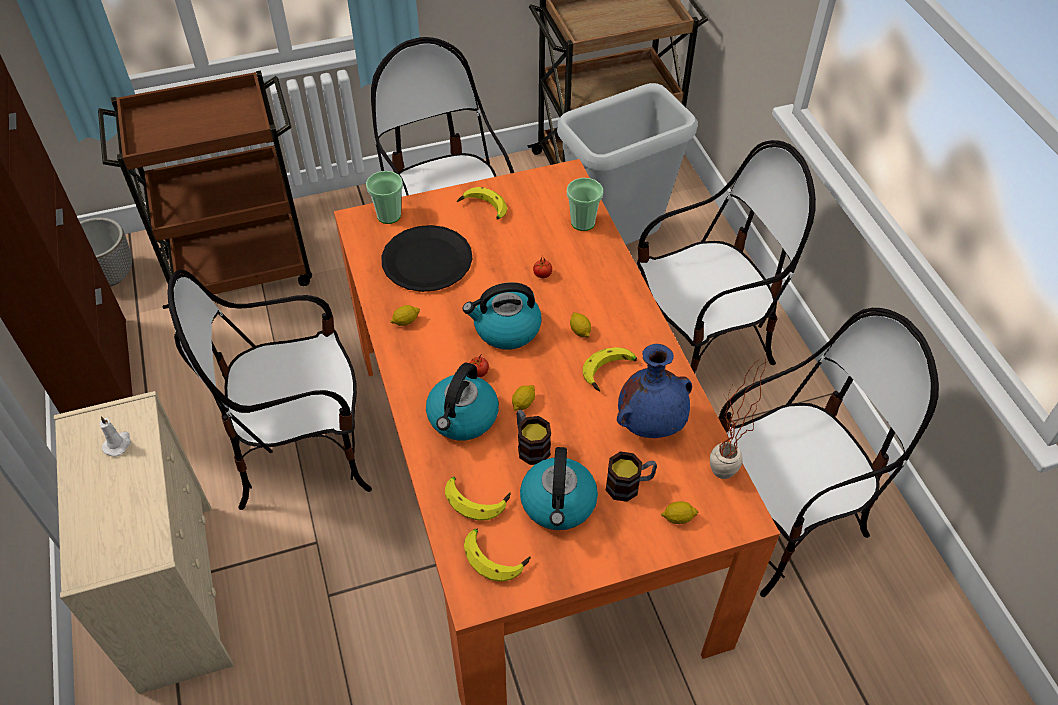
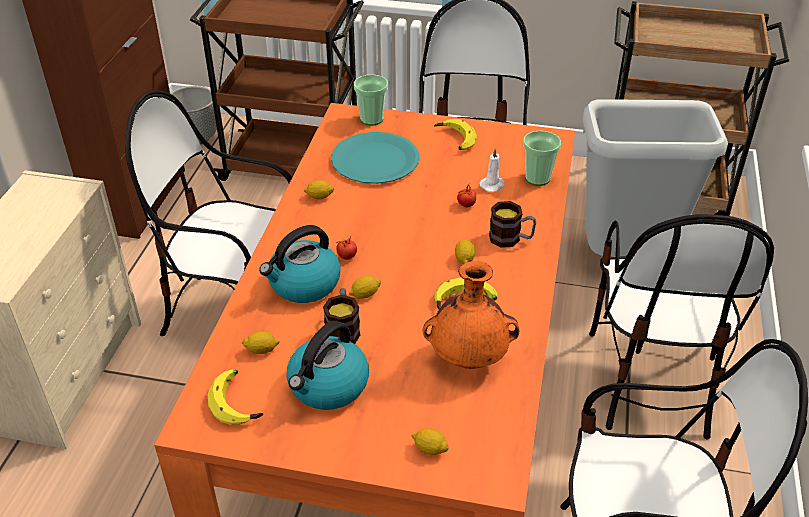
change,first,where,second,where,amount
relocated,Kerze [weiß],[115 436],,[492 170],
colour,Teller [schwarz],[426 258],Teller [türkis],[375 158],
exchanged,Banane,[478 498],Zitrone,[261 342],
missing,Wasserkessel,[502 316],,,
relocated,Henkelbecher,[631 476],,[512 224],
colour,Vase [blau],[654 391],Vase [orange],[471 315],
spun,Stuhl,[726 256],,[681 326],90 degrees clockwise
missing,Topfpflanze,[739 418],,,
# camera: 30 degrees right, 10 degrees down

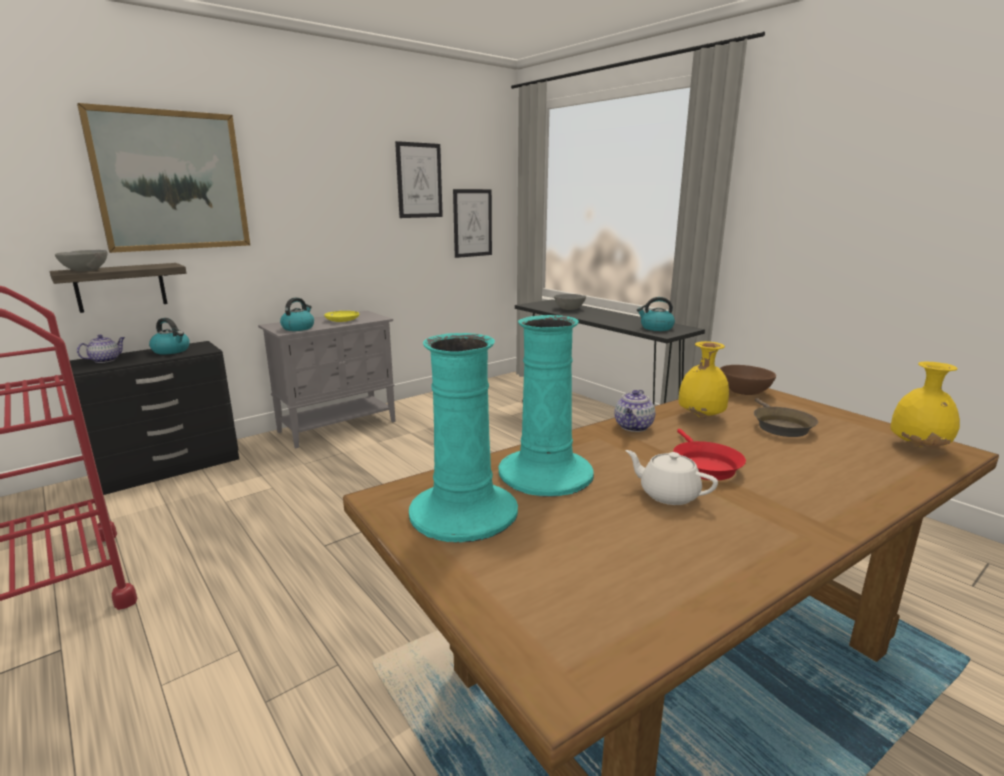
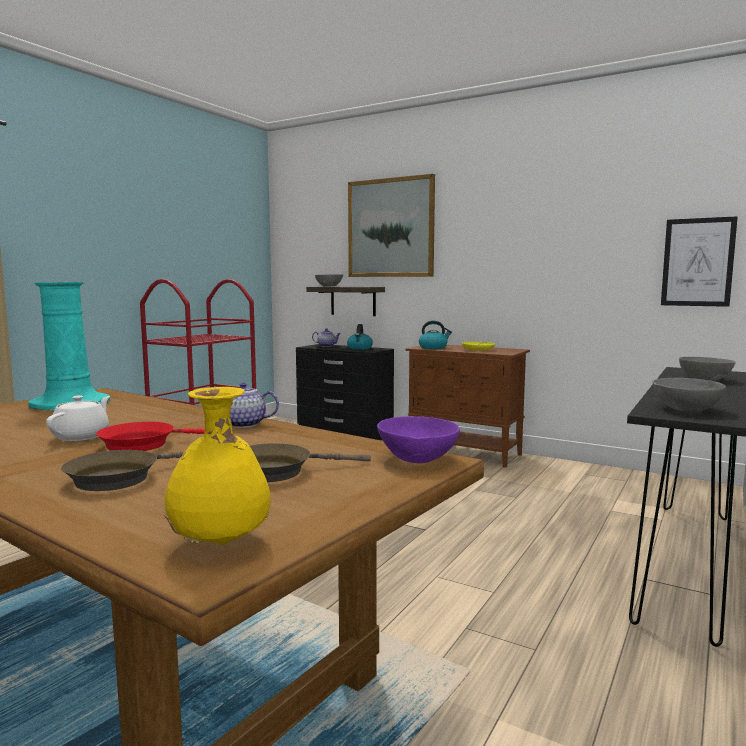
change,first,where,second,where,amount
colour,Schrank [grau],[327 379],Schrank [braun],[467 406],
missing,Bild,[419 179],,,
missing,Vase [türkis],[546 406],,,
exchanged,Wasserkessel,[656 314],Schüssel [grau],[689 395],
missing,Vase [gelb],[703 379],,,
colour,Schüssel [braun],[748 380],Schüssel [lila],[418 439],
appeared,,,Pfanne [braun],[122 470],
# camera: 70 degrees right, 10 degrees down

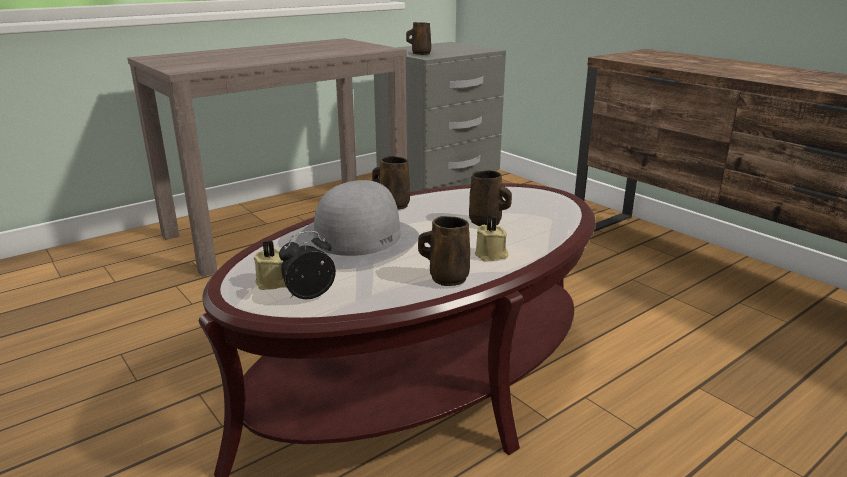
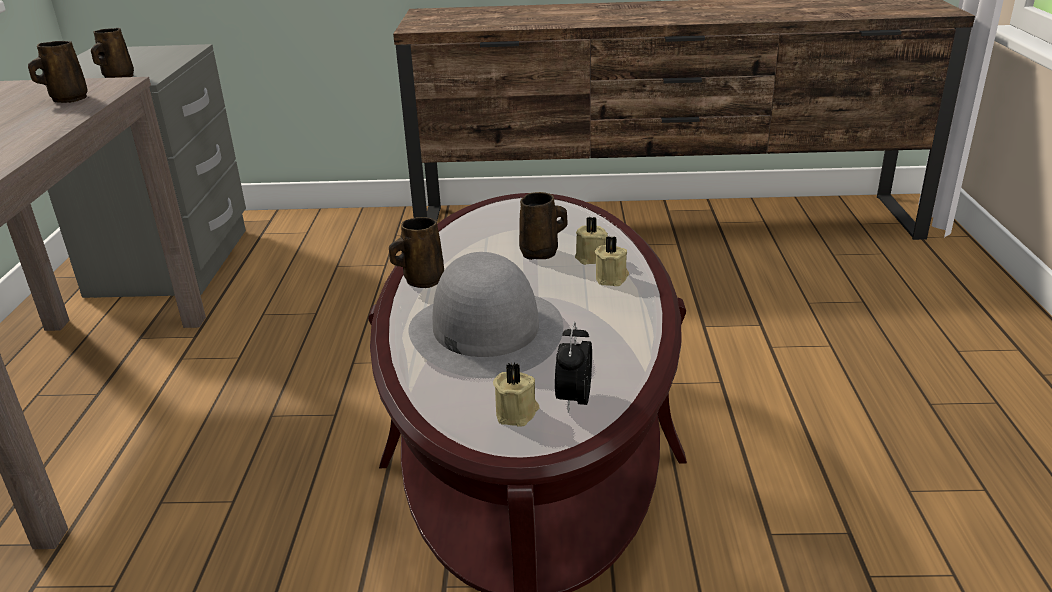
change,first,where,second,where,amount
relocated,Henkelbecher [braun],[444 251],,[57 72],
appeared,,,Kerze [beige],[591 241],
# camera: 50 degrees left, 5 degrees up

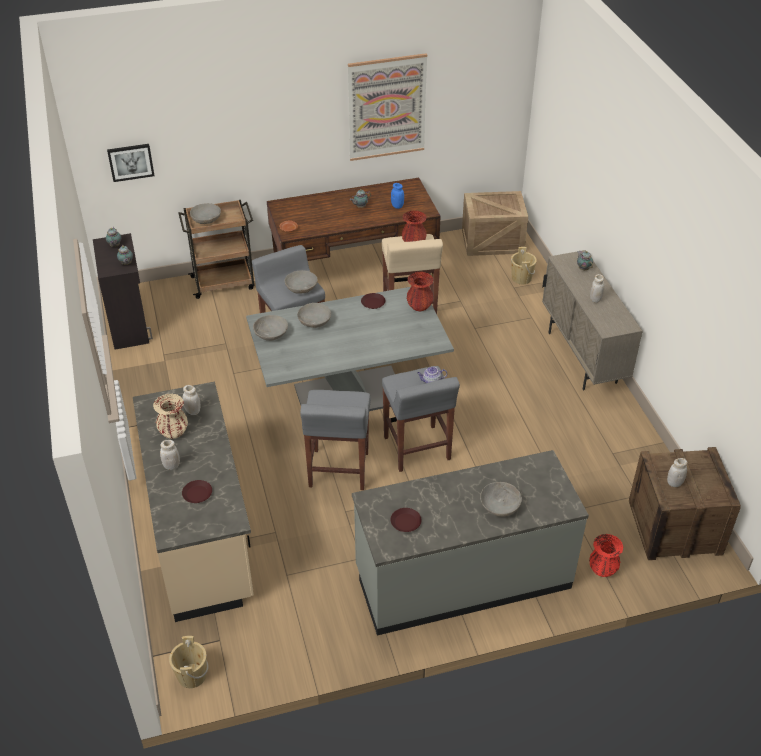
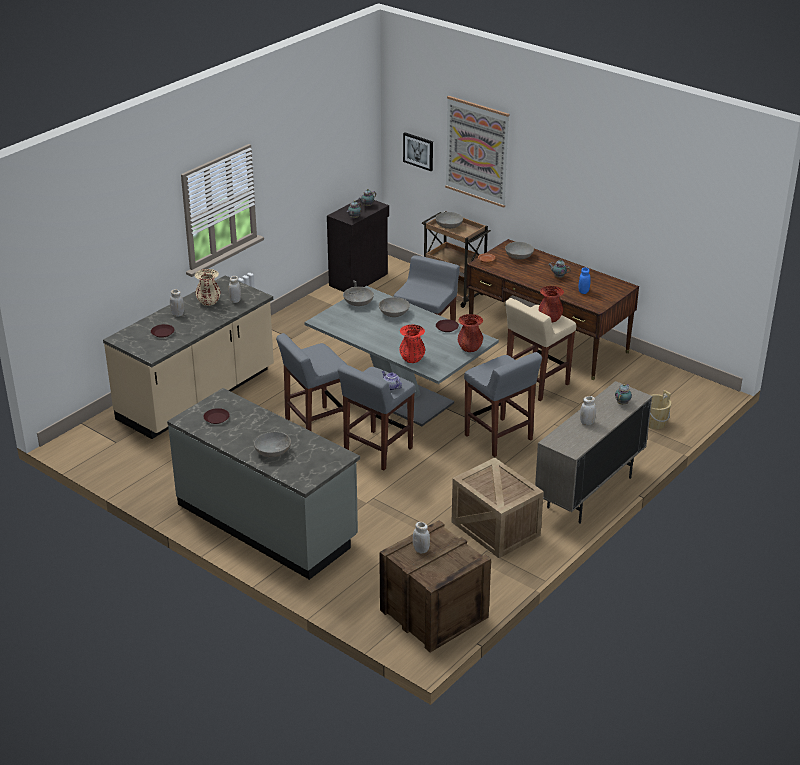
change,first,where,second,where,amount
missing,Eimer [beige],[189 662],,,
relocated,Schüssel [grau],[301 282],,[519 250],
relocated,Bild,[387 107],,[477 152],
relocated,Kiste,[495 223],,[498 507],
relocated,Vase [rot],[606 555],,[412 344],
appeared,,,Hocker [grau],[503 404],
# camera: 55 degrees right, 10 degrees down

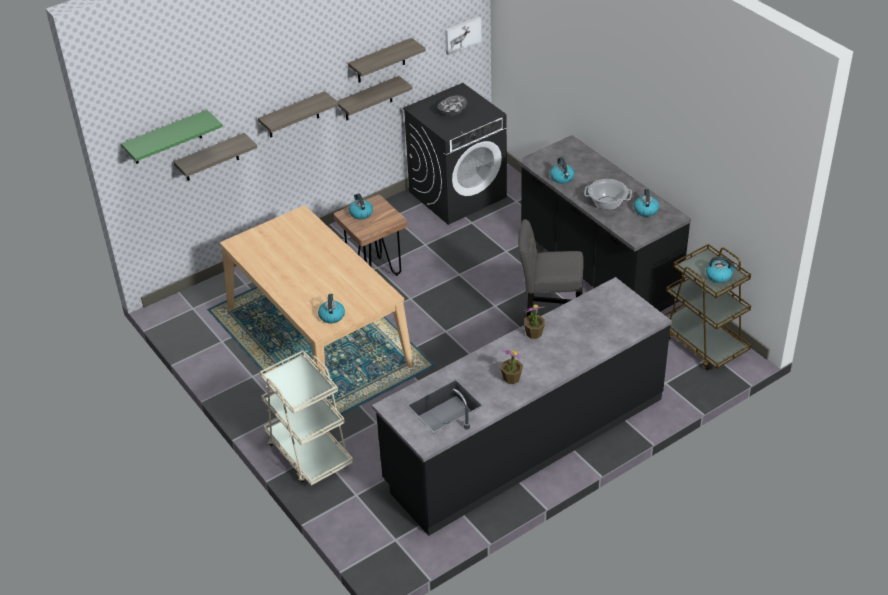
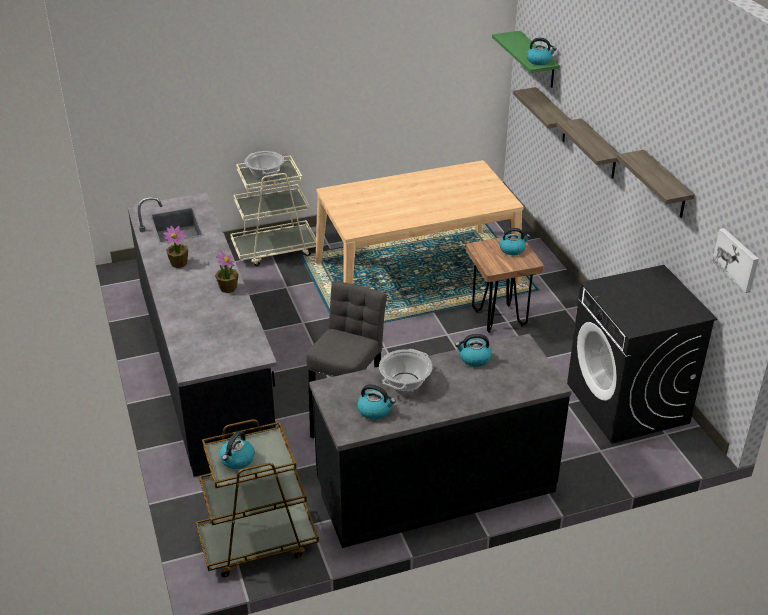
change,first,where,second,where,amount
relocated,Wasserkessel,[331 308],,[542 51],
missing,Wandregal,[375 98],,,
missing,Schüssel,[452 105],,,
appeared,,,Kochtopf,[264 165],
# camera: 105 degrees right, 5 degrees down

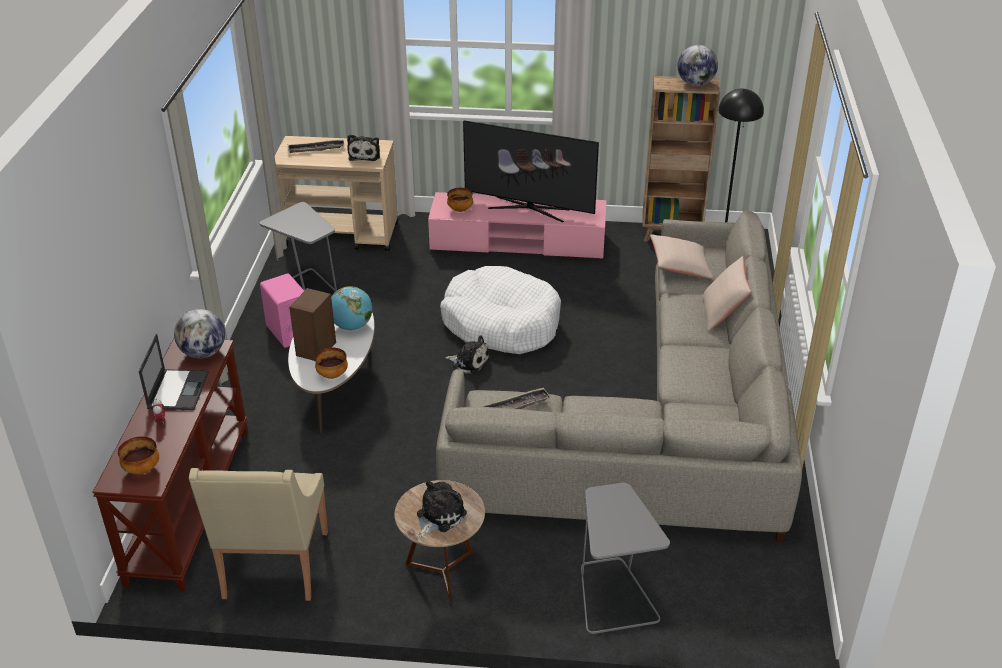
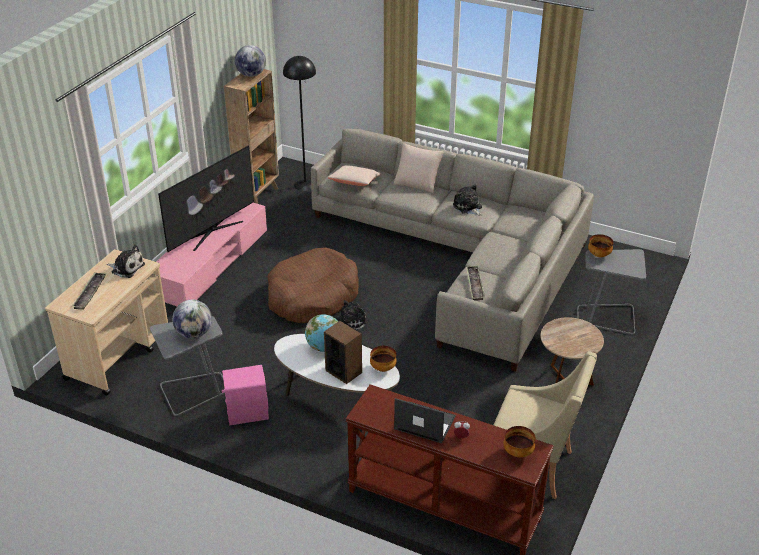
change,first,where,second,where,amount
relocated,Globus,[199 333],,[192 319],
relocated,Plüschtier,[442 508],,[467 200],
colour,Hundebett [weiß],[500 310],Hundebett [braun],[313 285],
relocated,Schüssel,[460 200],,[600 245],
# camera: 70 degrees left, 0 degrees up

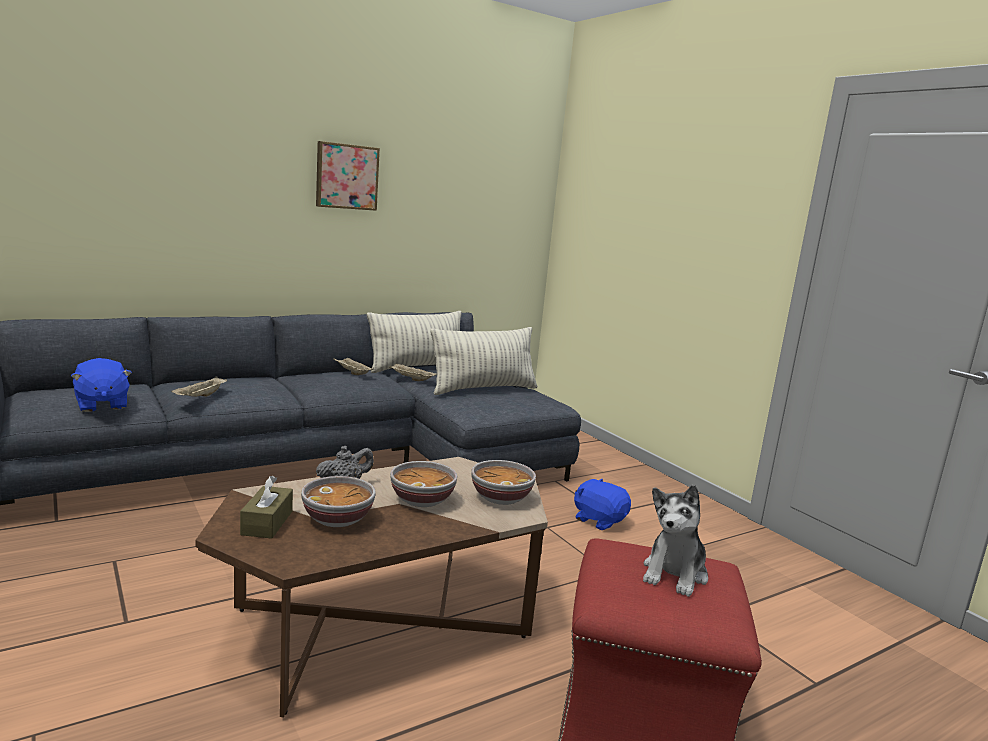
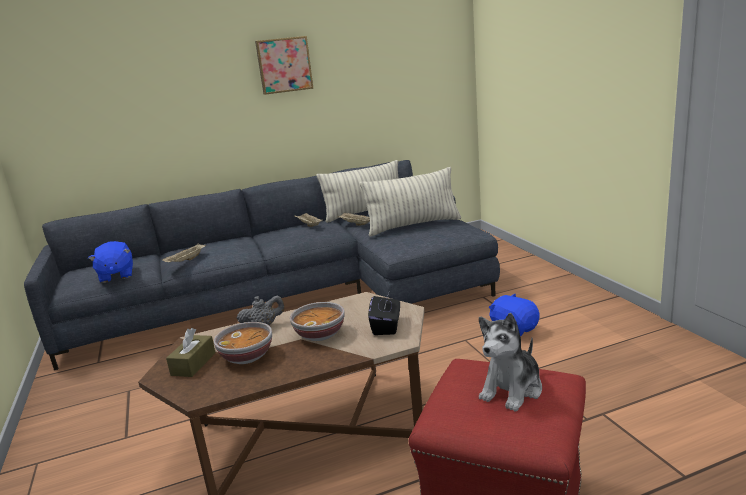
change,first,where,second,where,amount
exchanged,Schüssel,[503 482],Taschentuchbox [schwarz],[384 314],
# camera: 15 degrees right, 5 degrees up

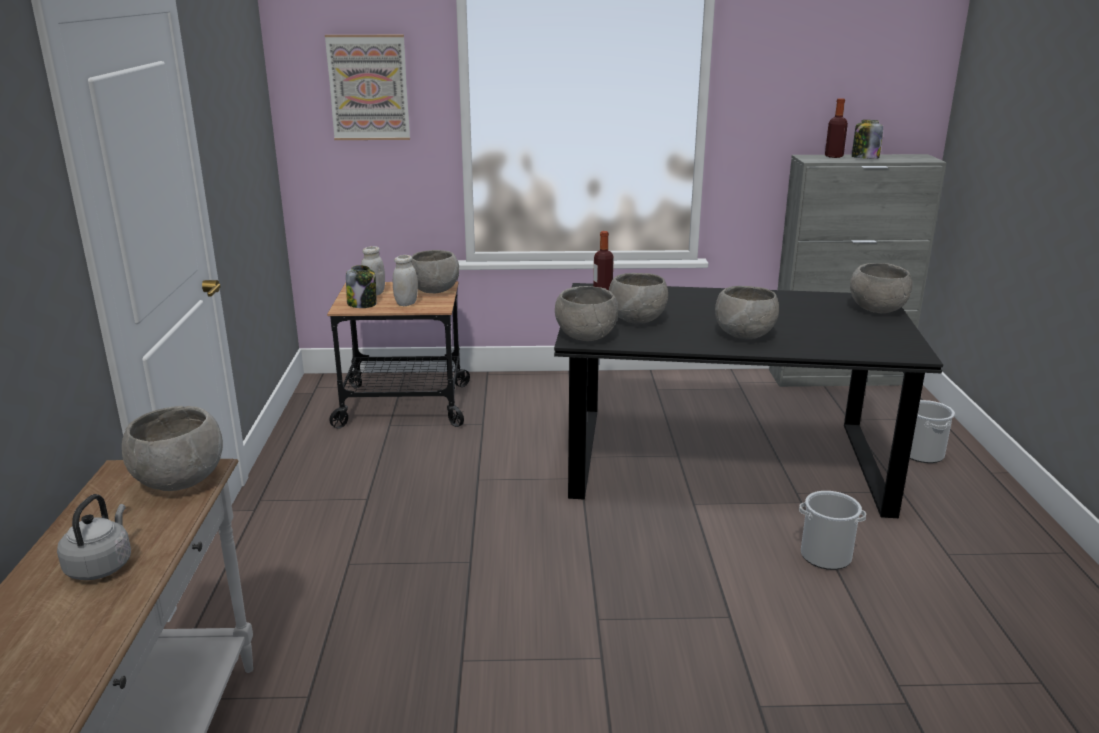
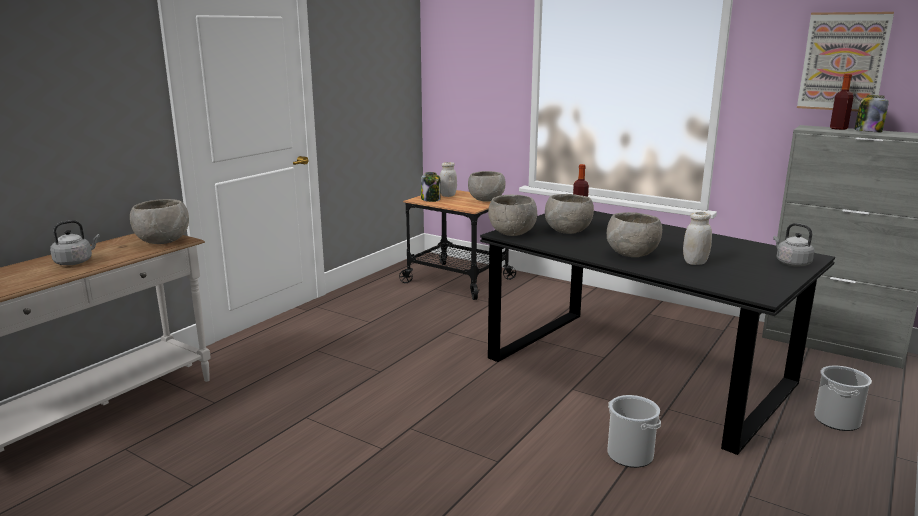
change,first,where,second,where,amount
relocated,Bild,[367 87],,[845 61],
relocated,Vorratsglas [weiß],[405 280],,[697 238],
exchanged,Schüssel [grau],[881 288],Wasserkessel [grau],[793 244],
# camera: 35 degrees right, 5 degrees down

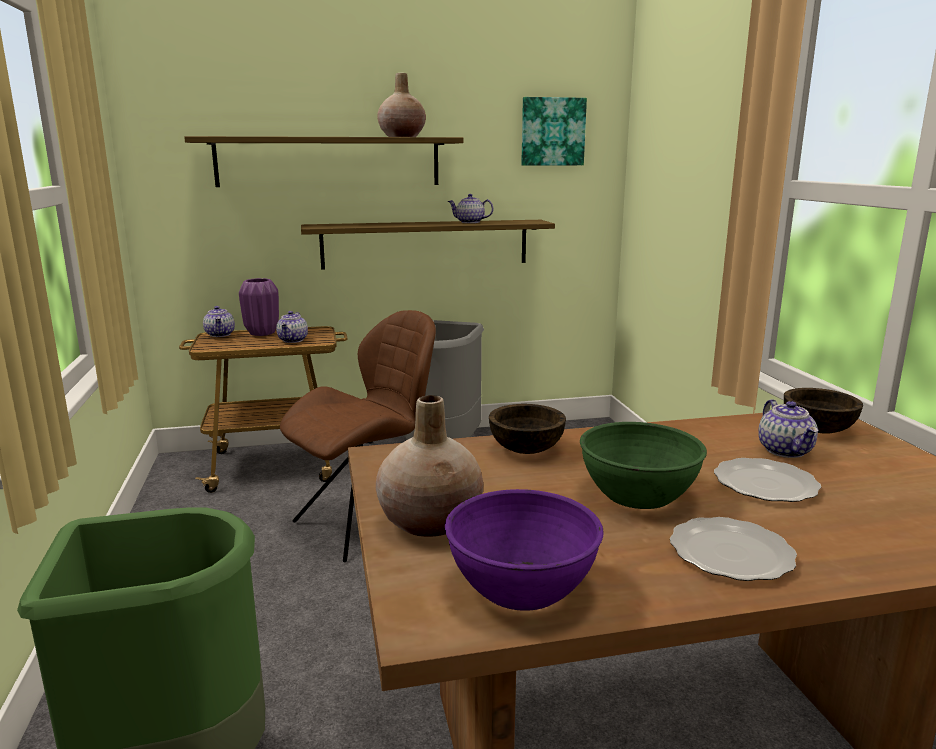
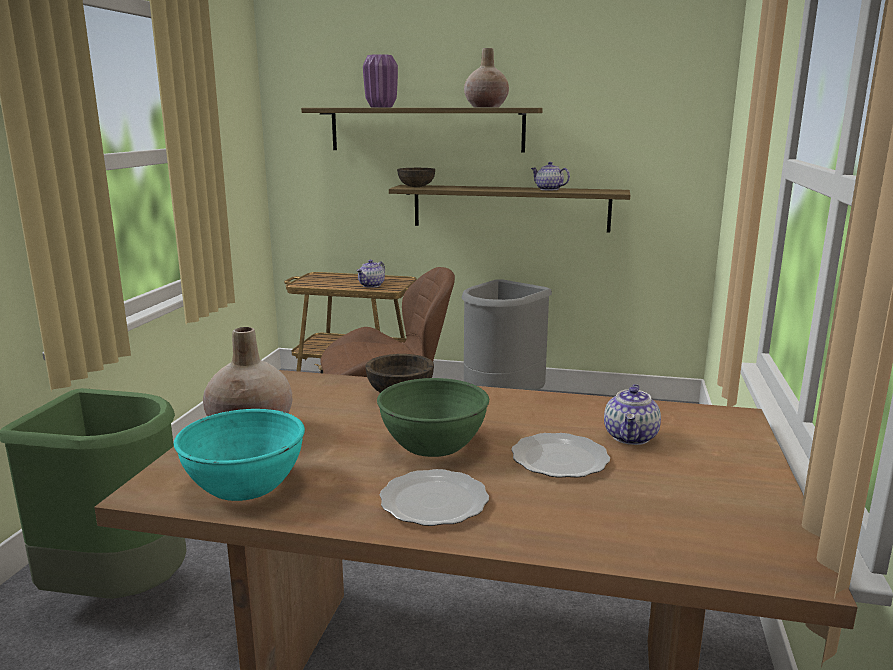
change,first,where,second,where,amount
missing,Teekanne,[219 321],,,
relocated,Vase [lila],[259 307],,[380 81],
colour,Schüssel [lila],[524 550],Schüssel [türkis],[239 455],
missing,Bild,[554 131],,,
relocated,Schüssel [braun],[823 411],,[416 177],
# camera: 25 degrees right, 0 degrees up

